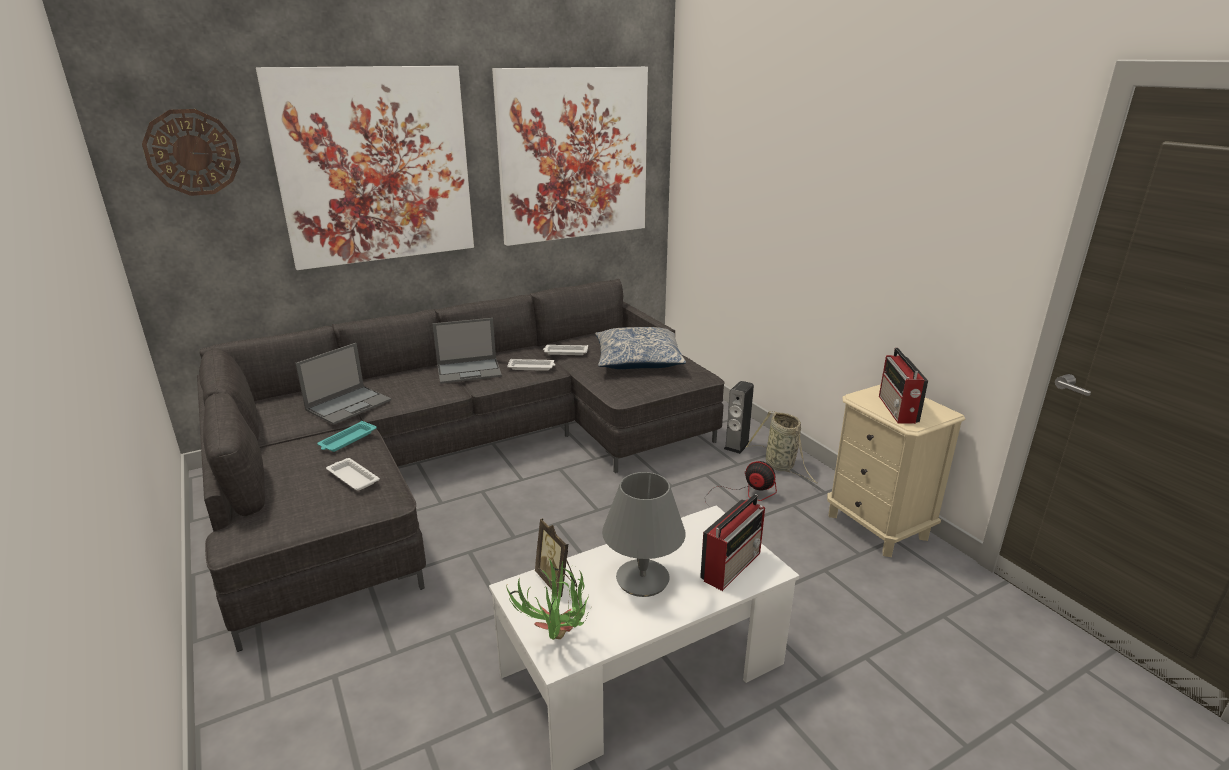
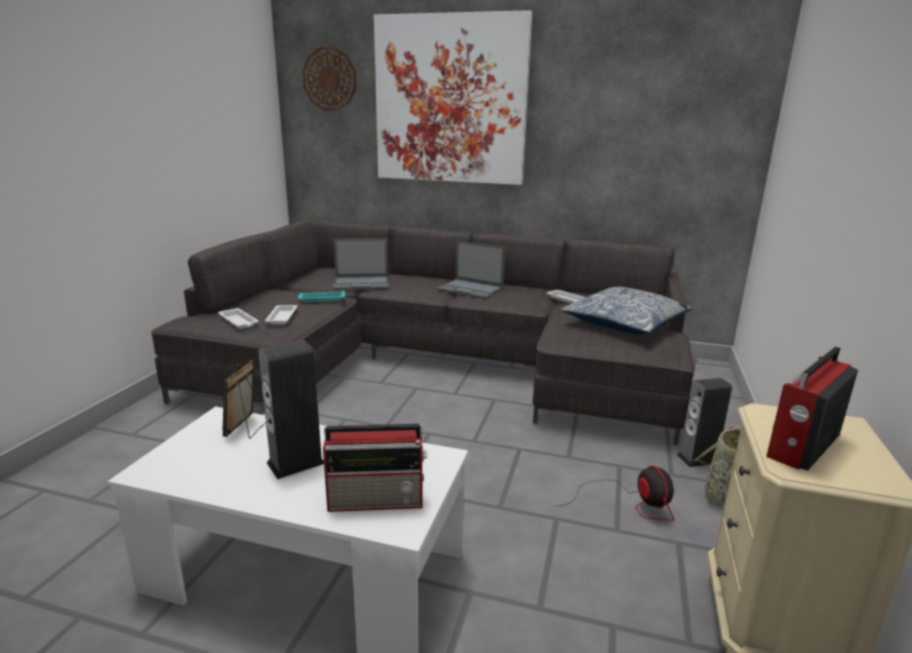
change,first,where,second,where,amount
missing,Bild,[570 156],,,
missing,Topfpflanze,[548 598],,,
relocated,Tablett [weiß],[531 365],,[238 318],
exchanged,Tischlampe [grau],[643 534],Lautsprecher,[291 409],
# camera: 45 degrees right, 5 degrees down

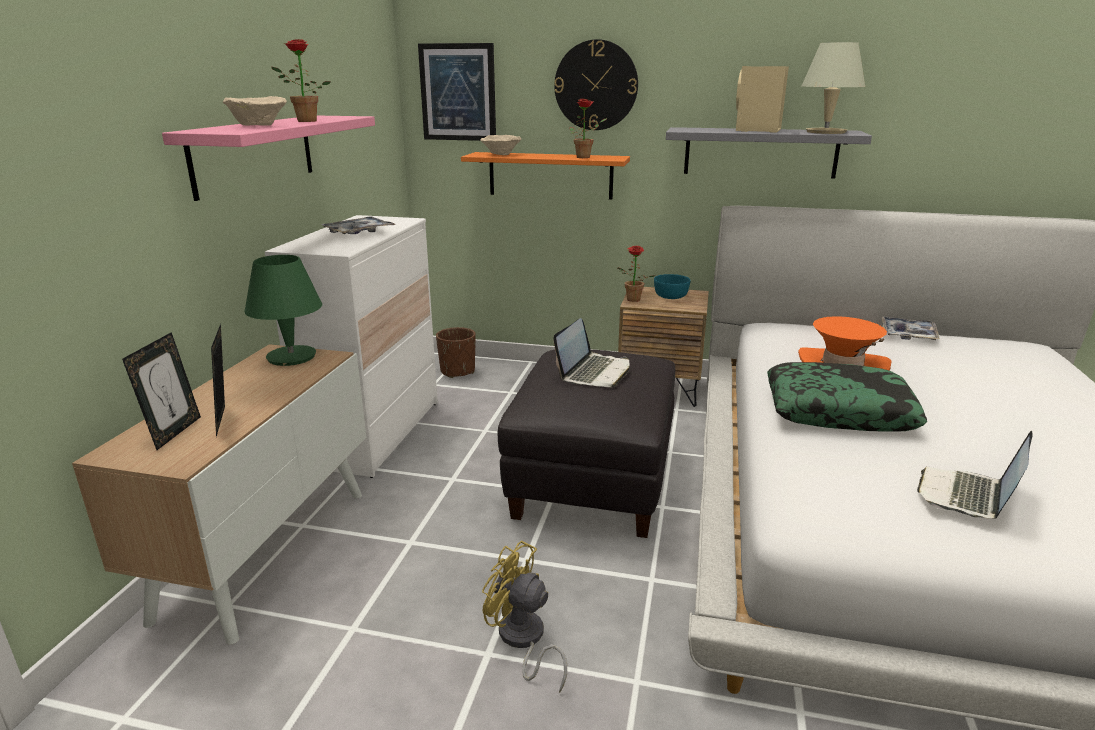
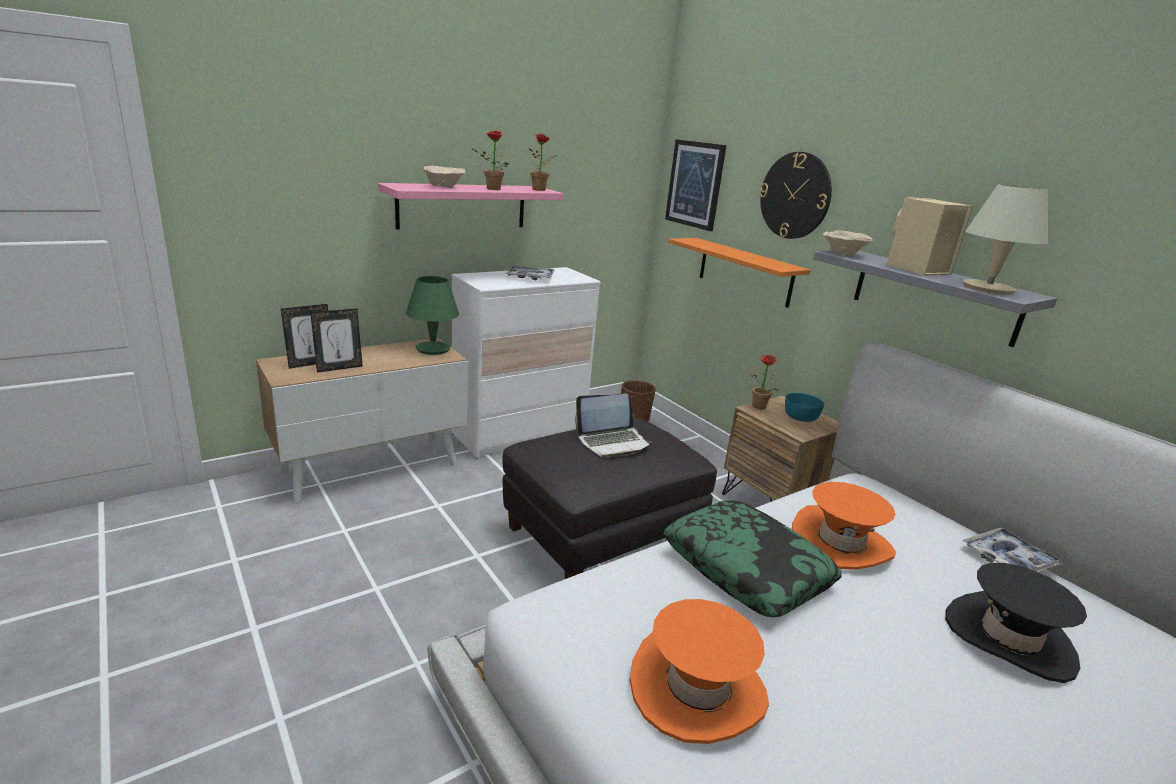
change,first,where,second,where,amount
spun,Bilderrahmen,[218 380],,[336 340],150 degrees counterclockwise
relocated,Schüssel [beige],[500 145],,[848 243],
missing,Ventilator [gelb],[524 617],,,
relocated,Topfpflanze,[588 128],,[543 162],
exchanged,Laptop,[975 475],Hut [orange],[699 671],
appeared,,,Hut [schwarz],[1016 623],
# camera: 40 degrees right, 0 degrees up

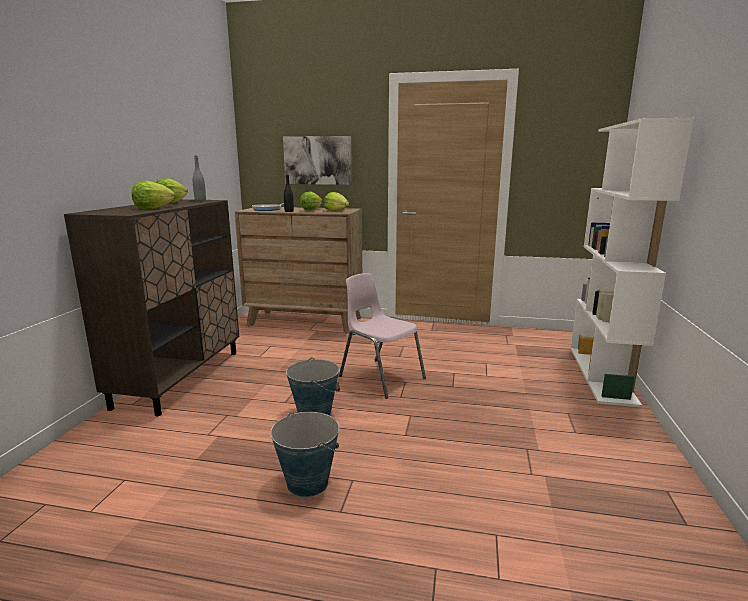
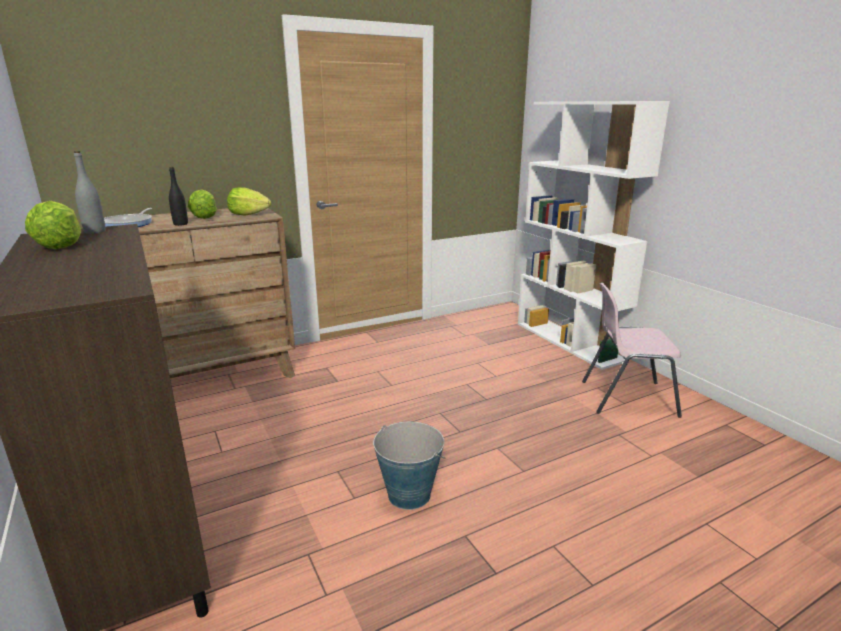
change,first,where,second,where,amount
missing,Salatkopf,[153 195],,,
missing,Eimer,[305 454],,,
missing,Bild,[317 160],,,
relocated,Stuhl [rosa],[382 336],,[632 350],
# camera: 40 degrees left, 5 degrees up

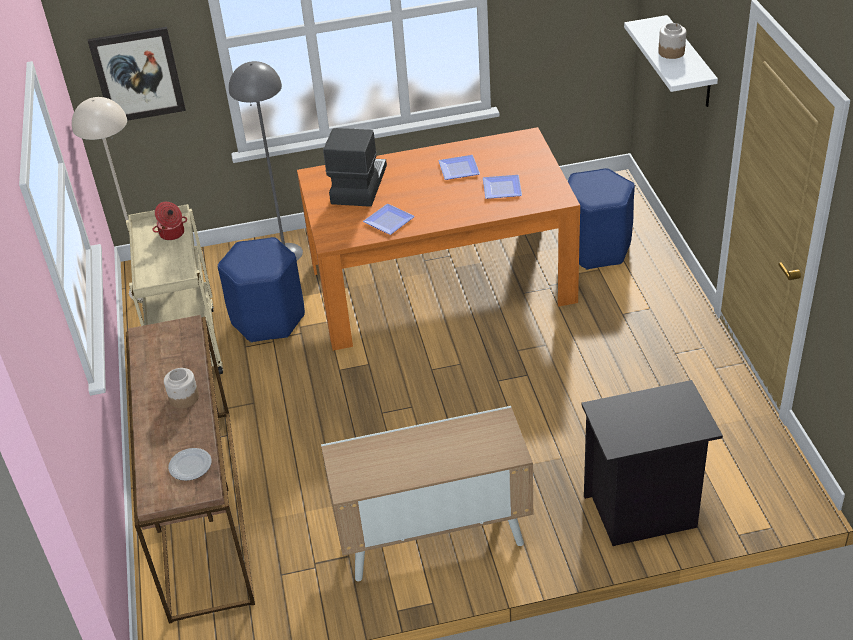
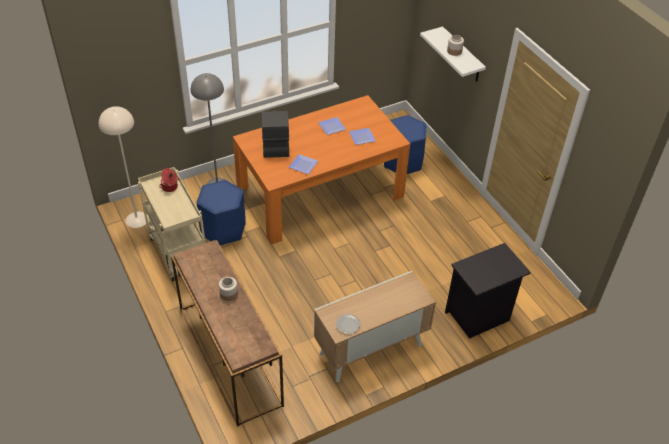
change,first,where,second,where,amount
missing,Bild,[137 74],,,
relocated,Teller,[190 464],,[348 324],
# camera: 20 degrees left, 5 degrees up

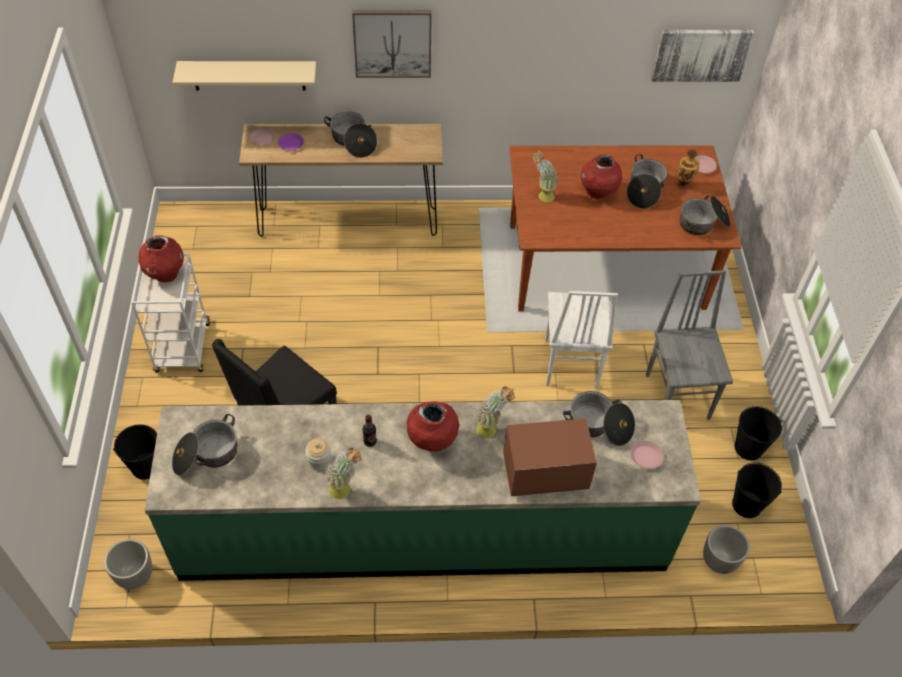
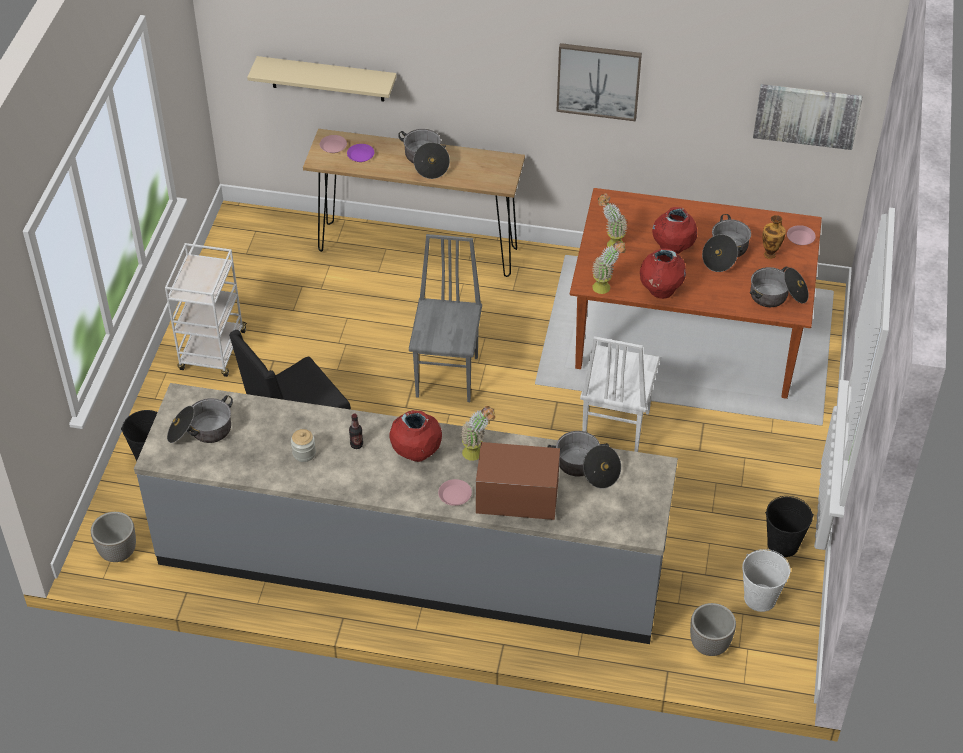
change,first,where,second,where,amount
relocated,Vase [rot],[161 258],,[663 273],
colour,Küchenzeile [grün],[423 490],Küchenzeile [grau],[406 513],
relocated,Topfpflanze,[343 473],,[609 267],
relocated,Bild,[392 44],,[599 82],
relocated,Teller [rosa],[647 454],,[455 492],
relocated,Stuhl [grau],[689 345],,[445 318],
colour,Eimer [schwarz],[757 490],Eimer [weiß],[766 580],
# camera: 15 degrees right, 5 degrees down

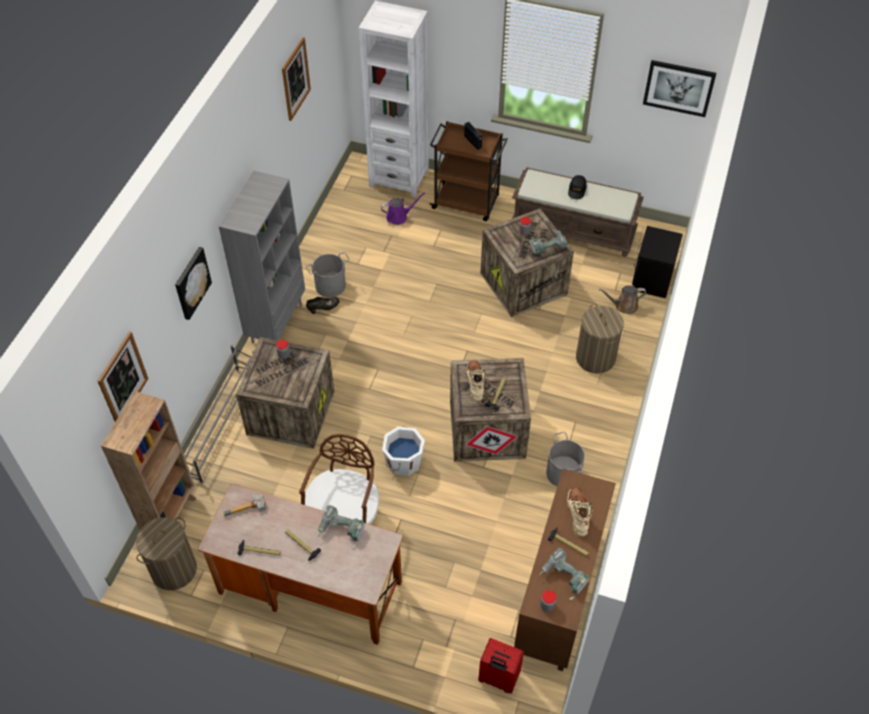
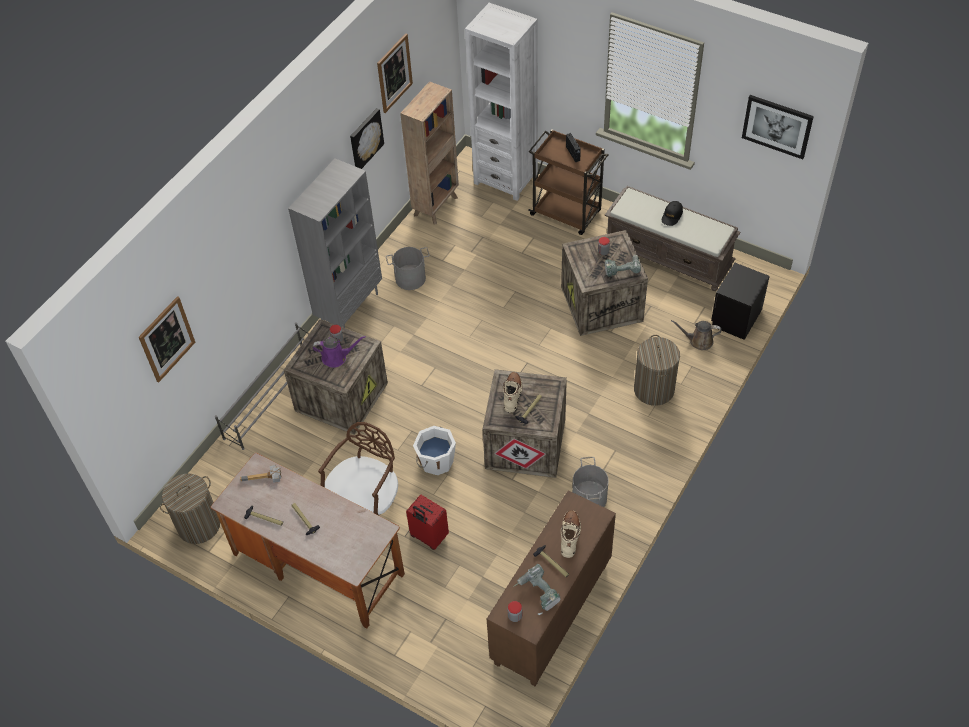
change,first,where,second,where,amount
relocated,Bücherregal [braun],[148 460],,[429 153],
relocated,Bild,[193 283],,[367 138],
missing,Schuh [schwarz],[322 305],,,
missing,Bohrmaschine,[341 526],,,
relocated,Gießkanne [lila],[403 209],,[339 352],
relocated,Koffer [rot],[501 665],,[427 522],
# camera: 15 degrees right, 0 degrees up

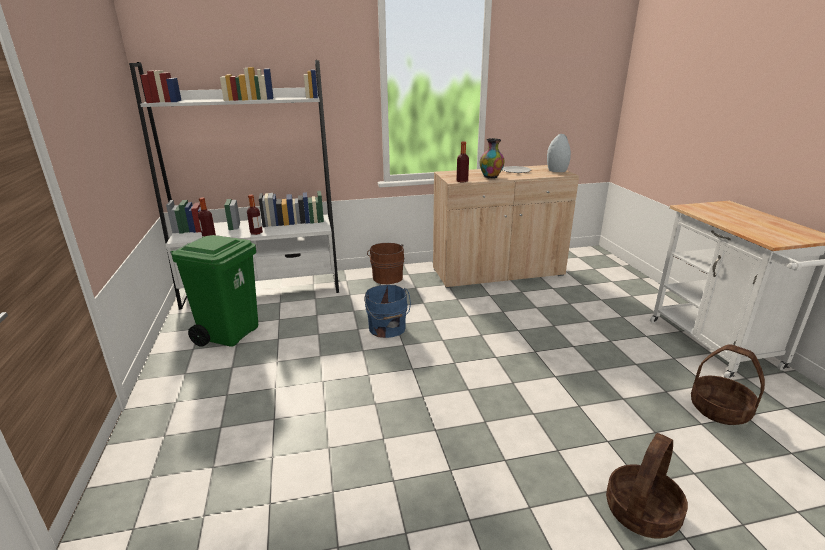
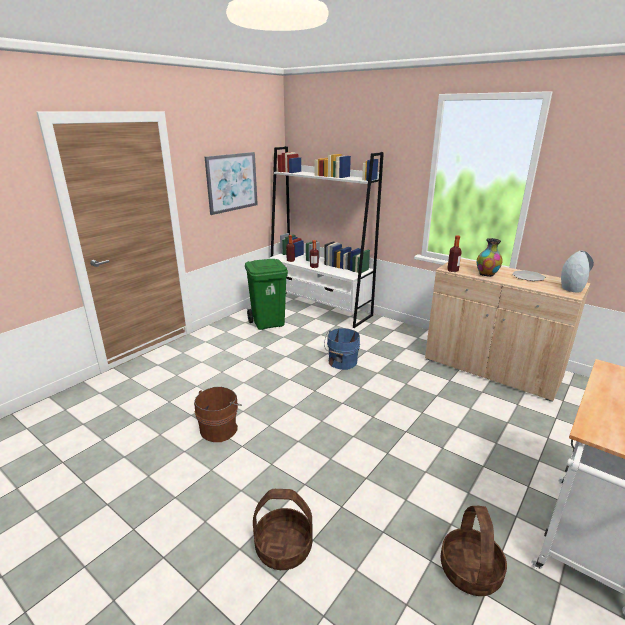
change,first,where,second,where,amount
relocated,Eimer [braun],[386 263],,[218 414],
appeared,,,Bild,[231 183],
# camera: 50 degrees right, 0 degrees up

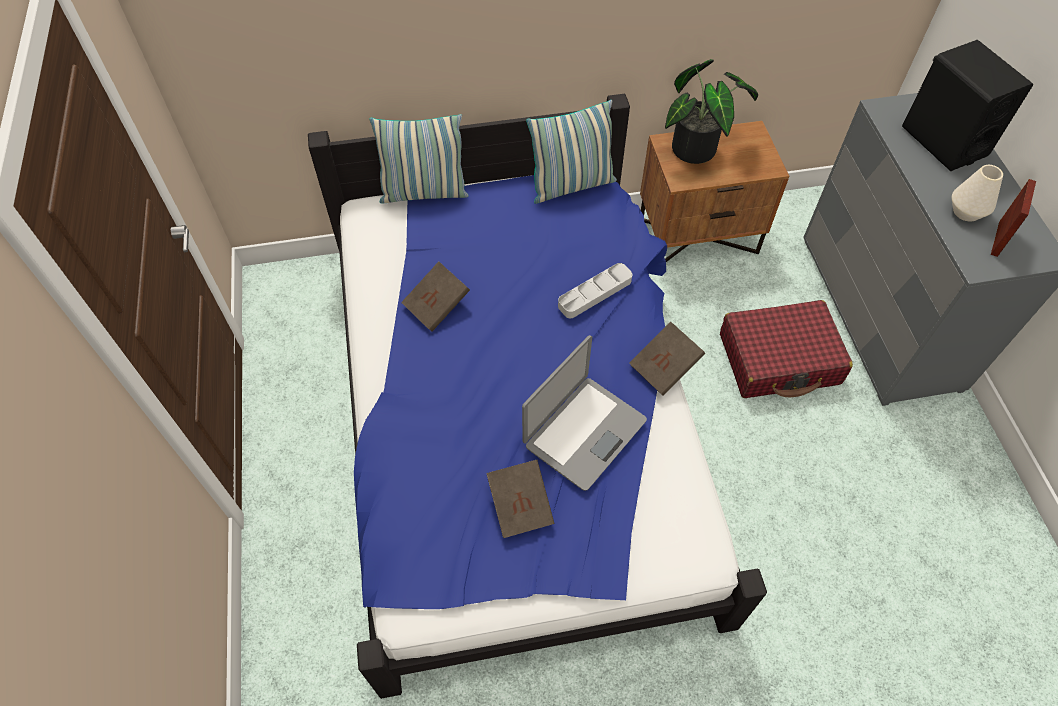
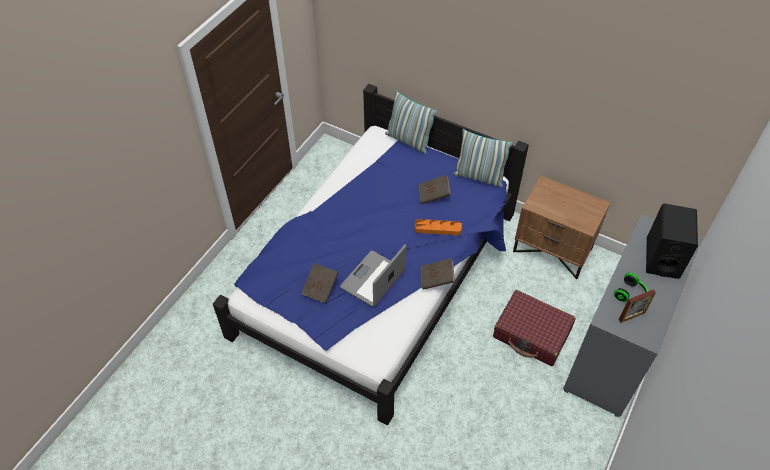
change,first,where,second,where,amount
relocated,Buch [braun],[435 296],,[435 189],
spun,Laptop,[584 413],,[373 275],135 degrees clockwise
colour,Tablett [grau],[595 290],Tablett [orange],[438 227],
missing,Topfpflanze,[711 111],,,
exchanged,Vase [weiß],[977 193],Kopfhörer,[631 287],
# camera: 40 degrees right, 5 degrees down

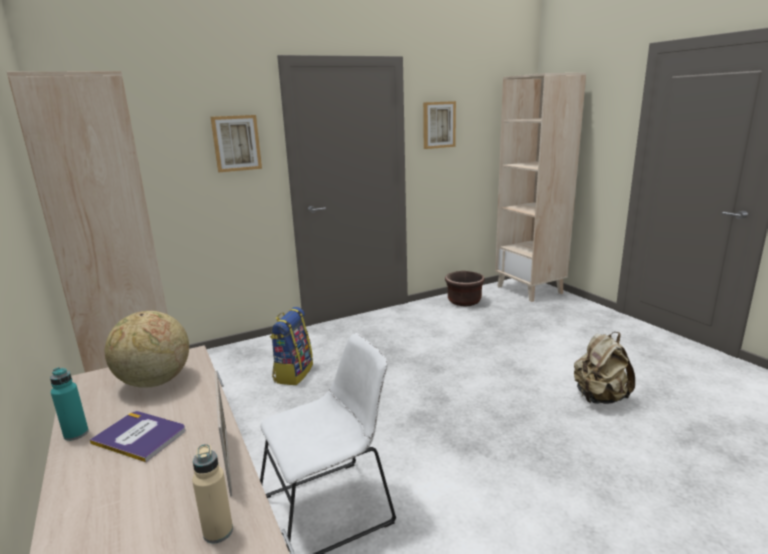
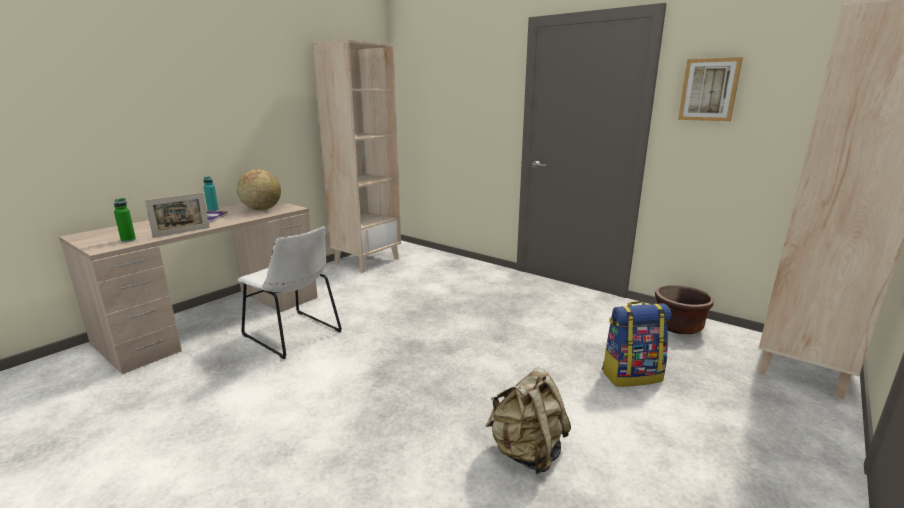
change,first,where,second,where,amount
colour,Flasche [beige],[212 494],Flasche [grün],[125 220],
missing,Bild,[236 143],,,
relocated,Rucksack,[291 346],,[637 344],
# camera: 65 degrees right, 0 degrees up

